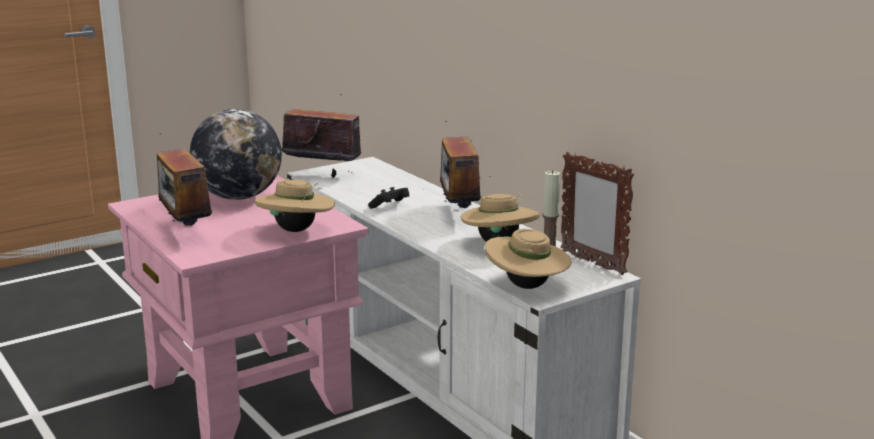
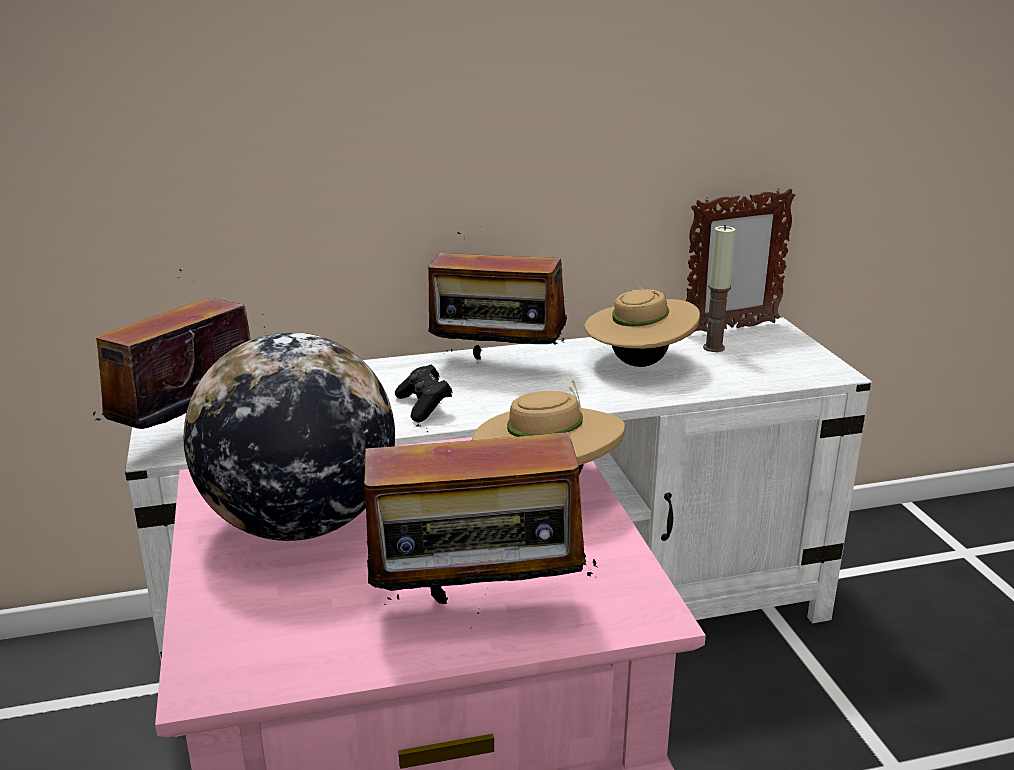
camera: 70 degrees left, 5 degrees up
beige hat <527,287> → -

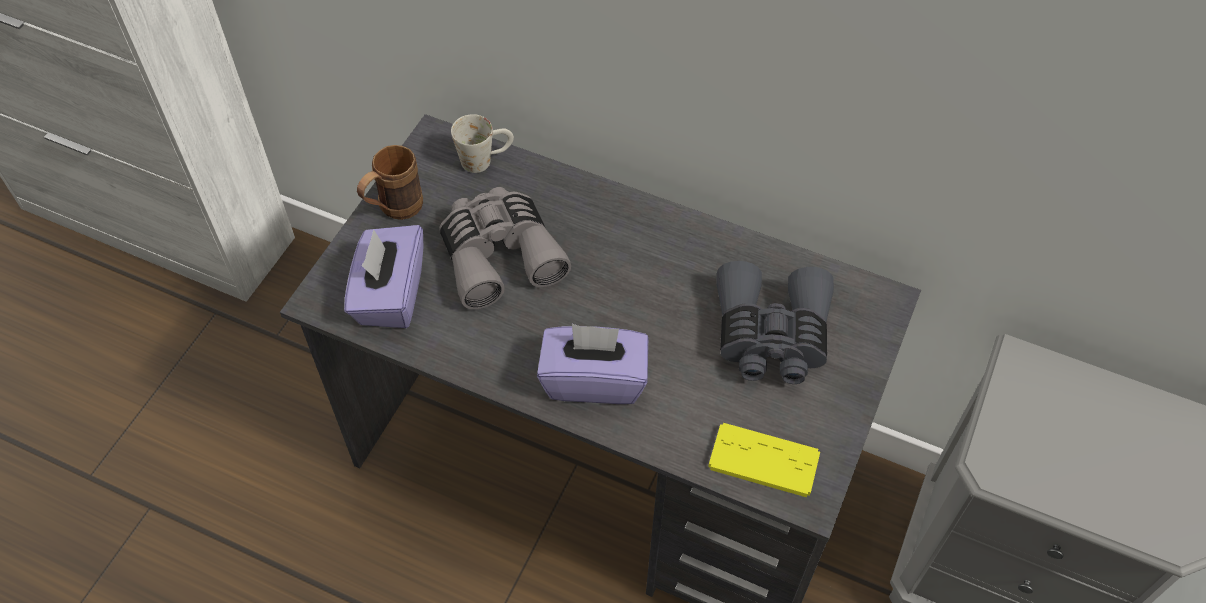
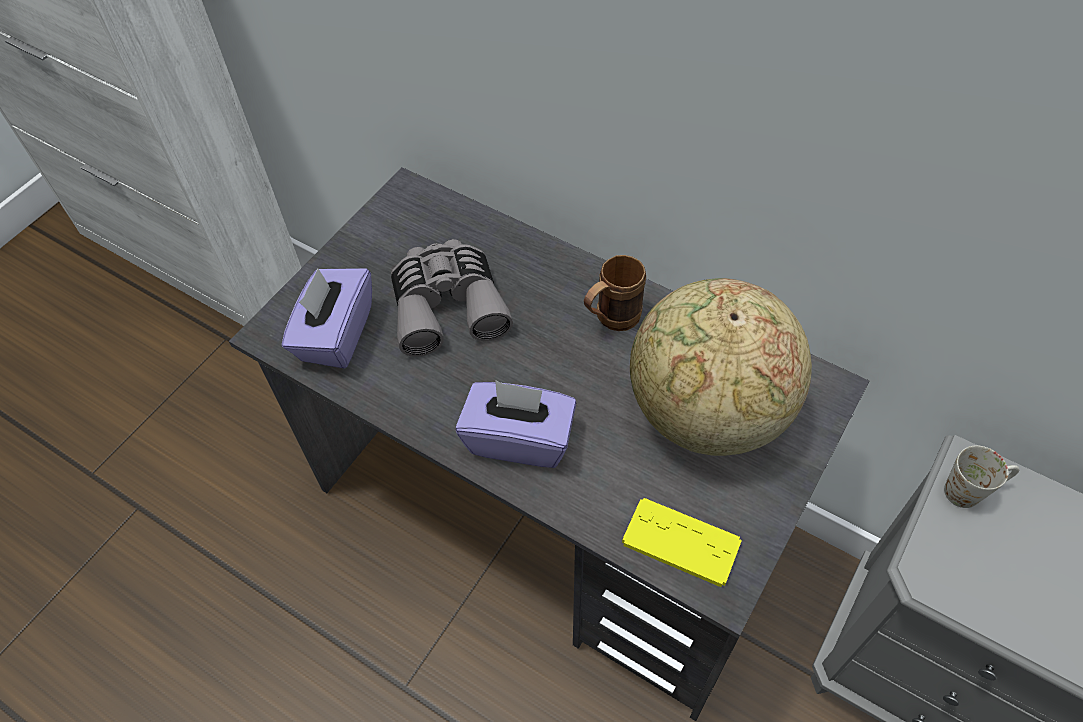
camera: 10 degrees right, 0 degrees up
white mug <485,159> → white mug <972,490>, move
brown mug <393,210> → brown mug <610,320>, move
grey binoculars <771,336> → globe <706,412>

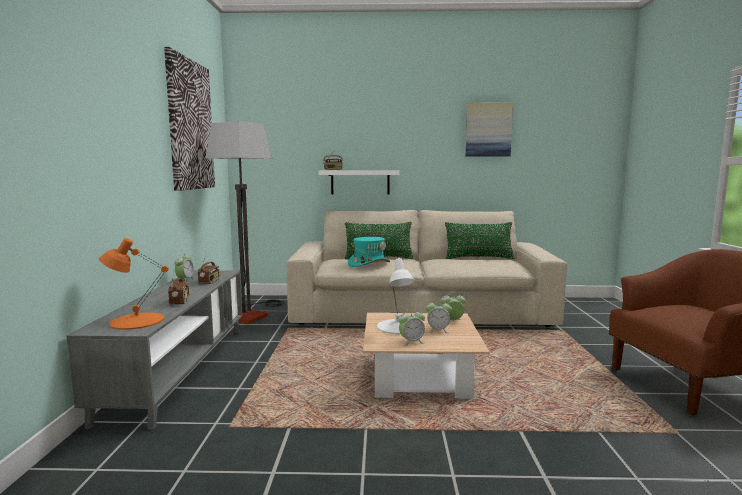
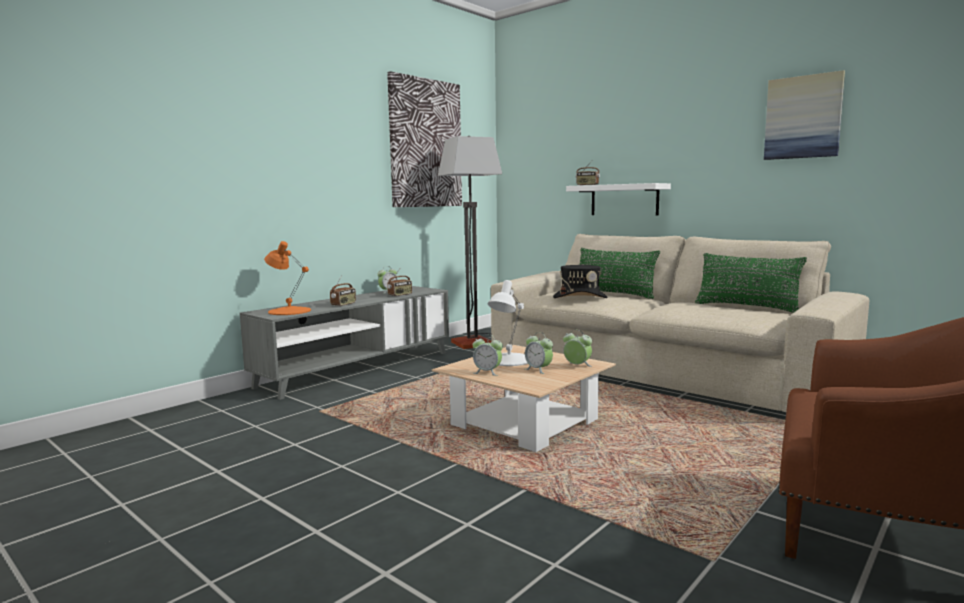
camera: 40 degrees right, 0 degrees up
turquoise hat <369,264> → black hat <580,297>

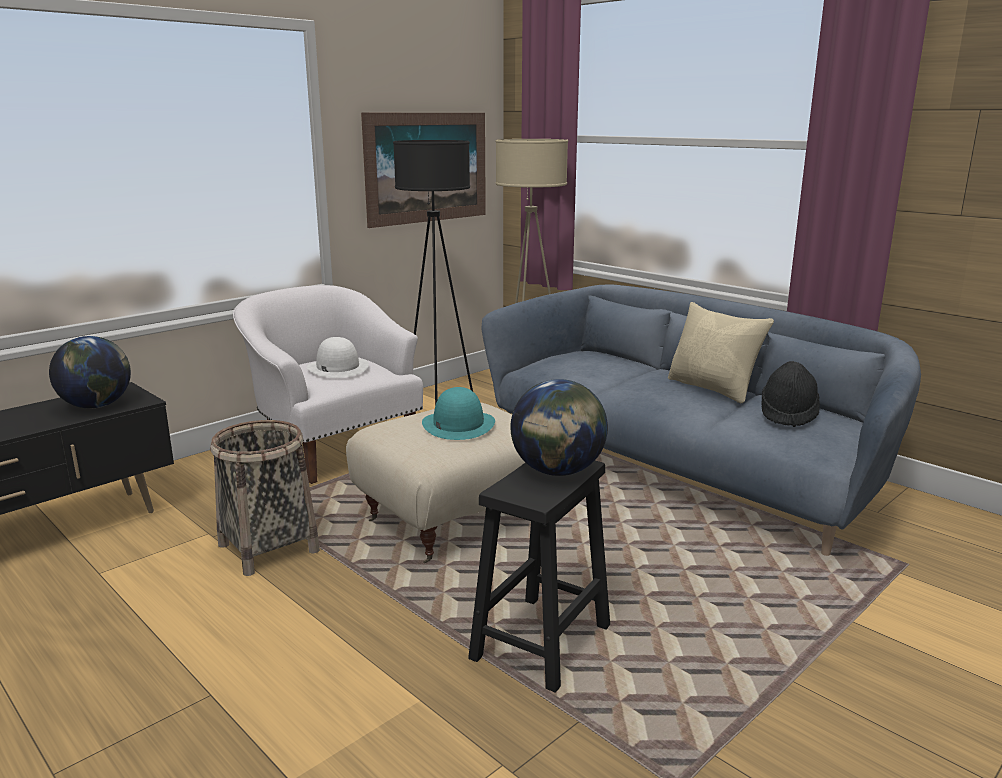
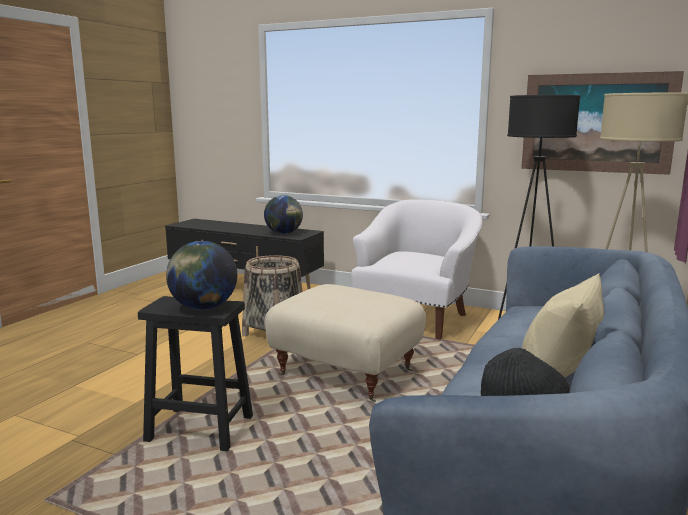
camera: 70 degrees right, 5 degrees down
white hat <337,368> → -
turquoise hat <458,424> → -

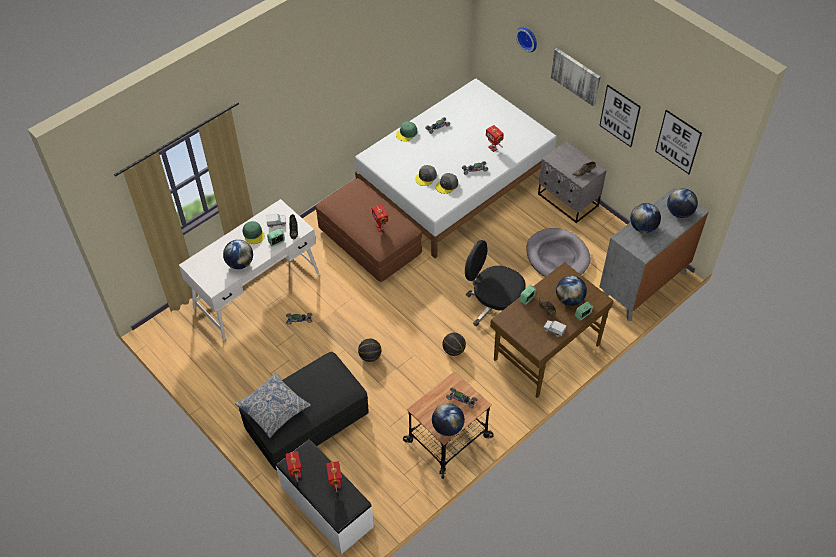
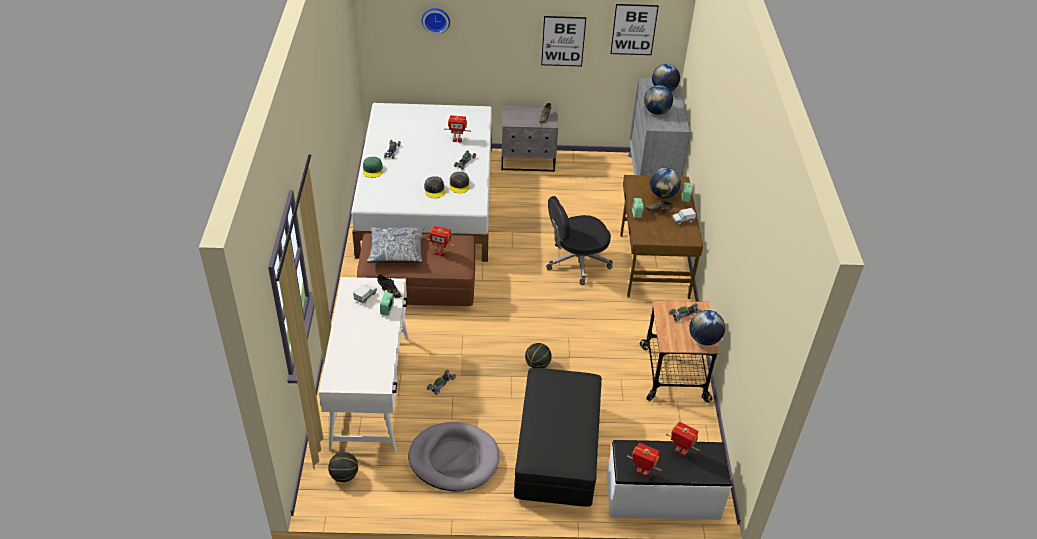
camera: 50 degrees left, 10 degrees down
picture <576,76> → -
green cap <253,234> → -
grey dog bed <557,256> → grey dog bed <454,459>, move
globe <240,263> → -
basketball <453,350> → basketball <344,475>, move
pillow <273,408> → pillow <396,250>, move

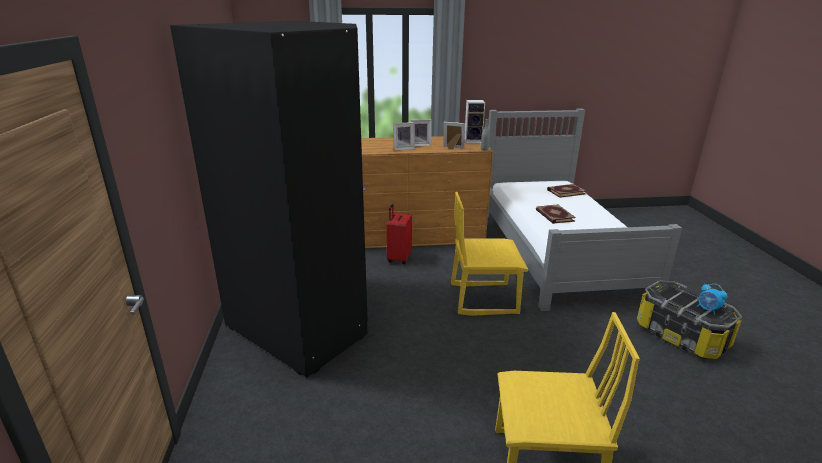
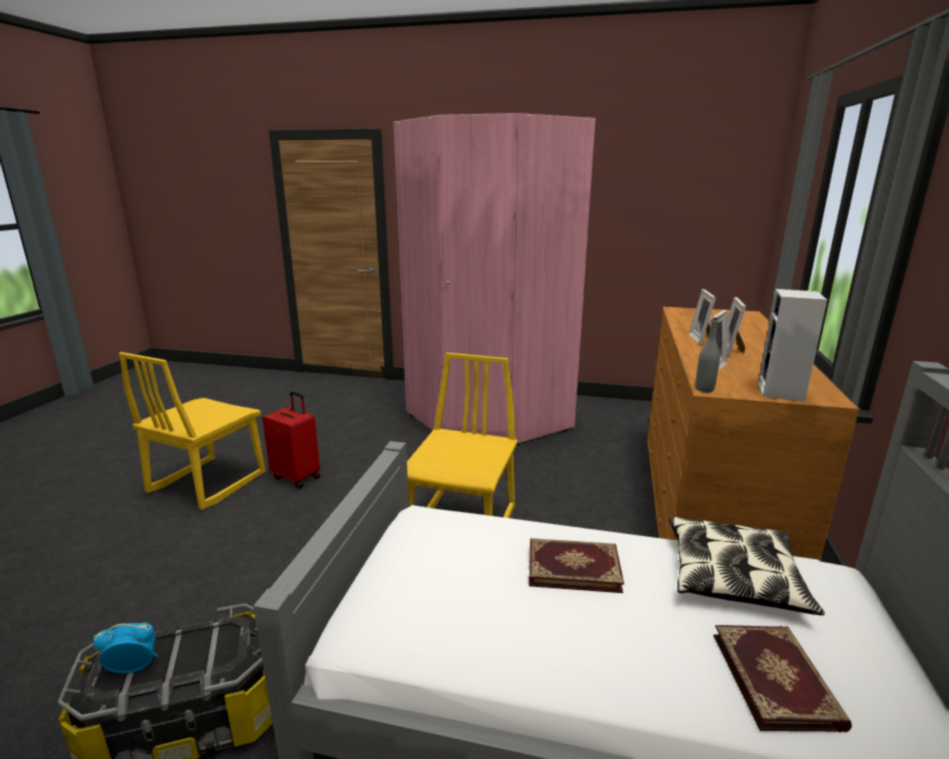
camera: 110 degrees right, 5 degrees down
black wardrobe <308,320> → pink wardrobe <488,418>
red suitcase <398,258> → red suitcase <297,477>, move
- → pillow <734,576>

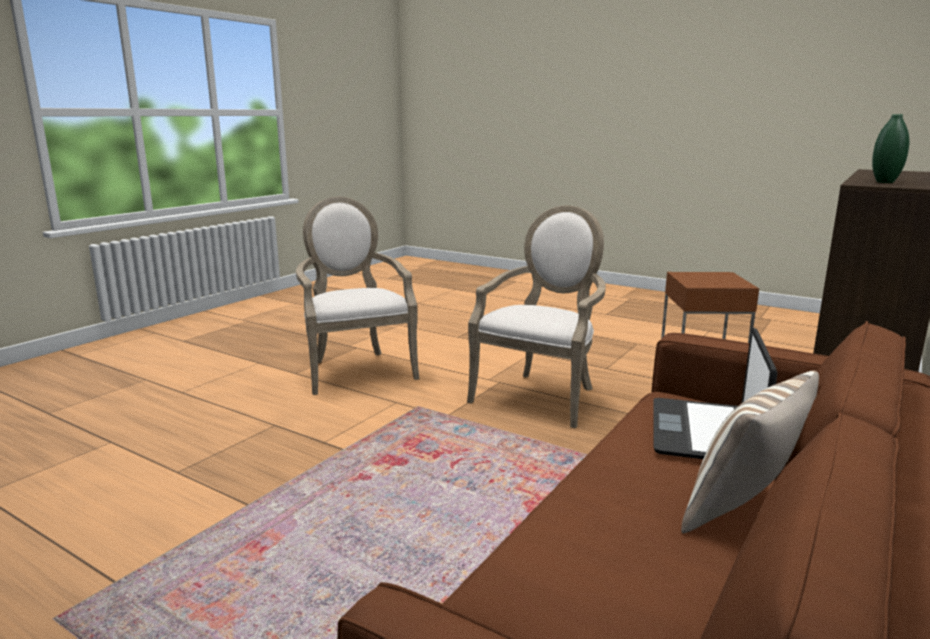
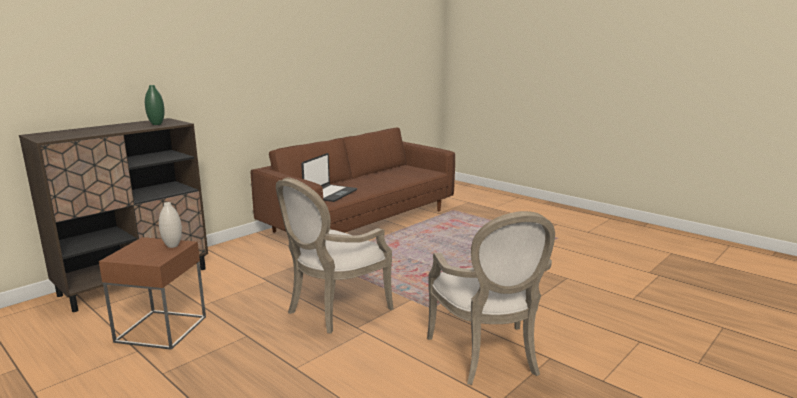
camera: 170 degrees left, 0 degrees up
pillow <743,513> → -
- → white vase <172,246>

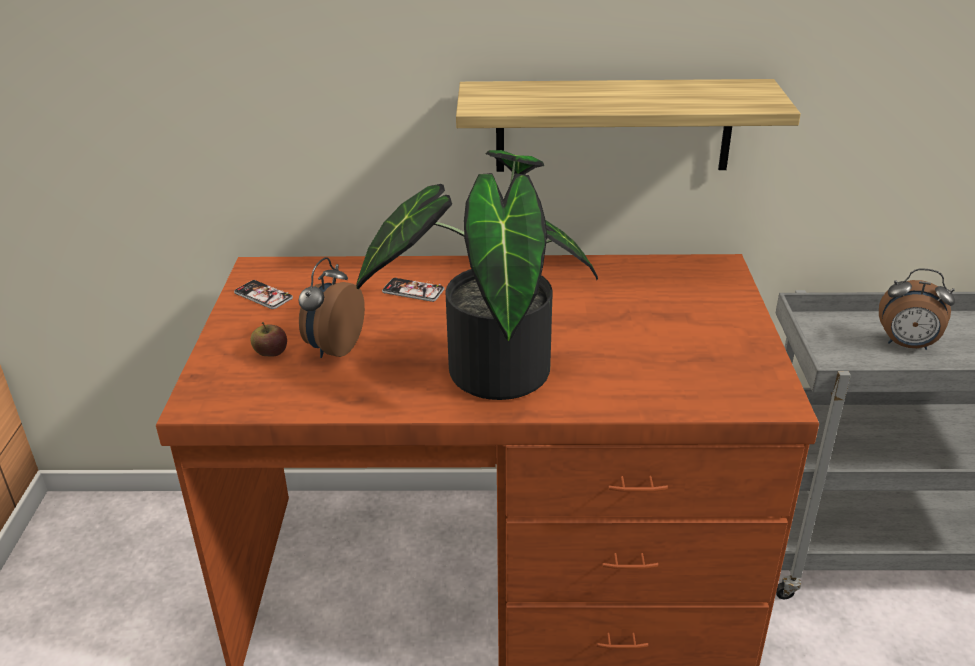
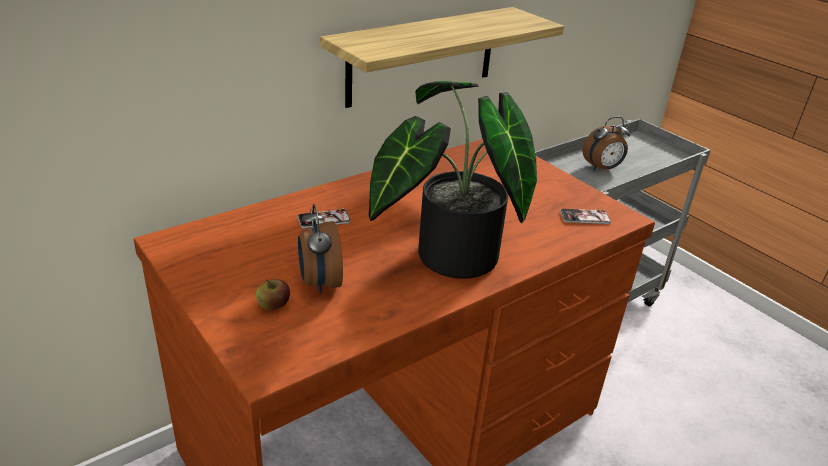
camera: 40 degrees left, 0 degrees up
phone <263,295> → phone <584,217>, move

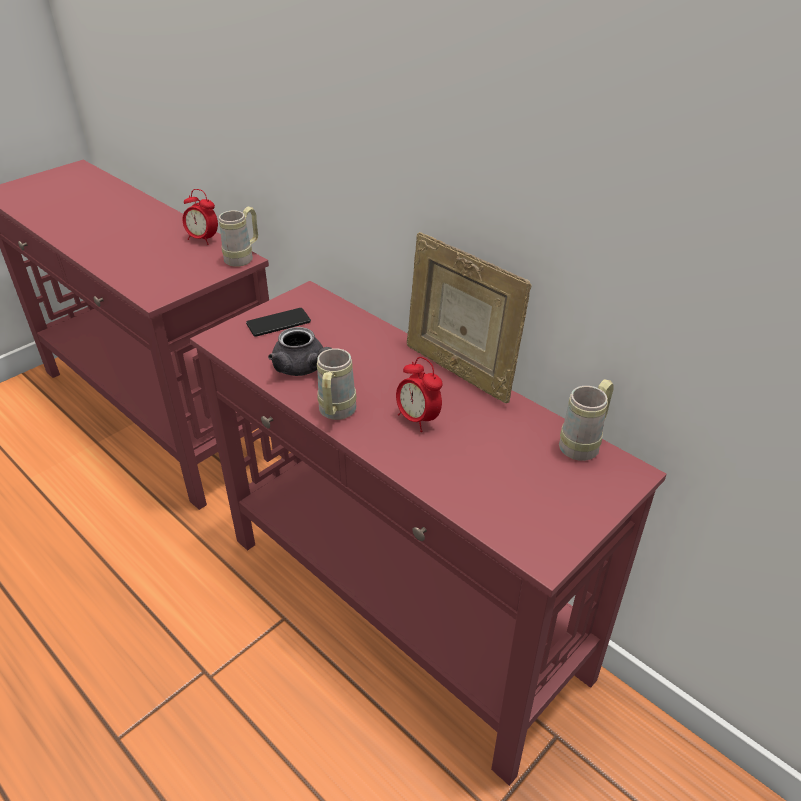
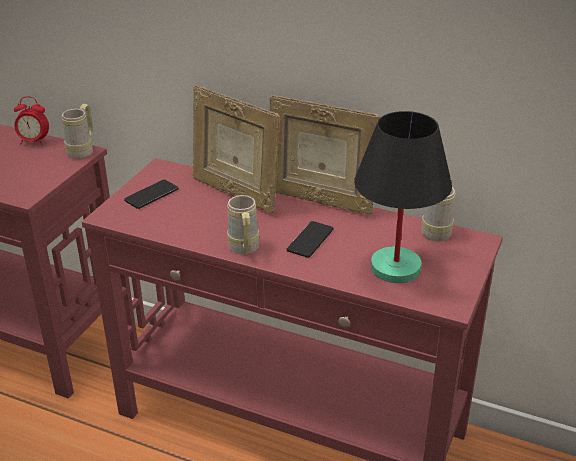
camera: 20 degrees left, 5 degrees down
grey teapot <303,368> → -
alarm clock <418,419> → phone <310,240>
- → picture frame <235,193>
- → black table lamp <395,268>

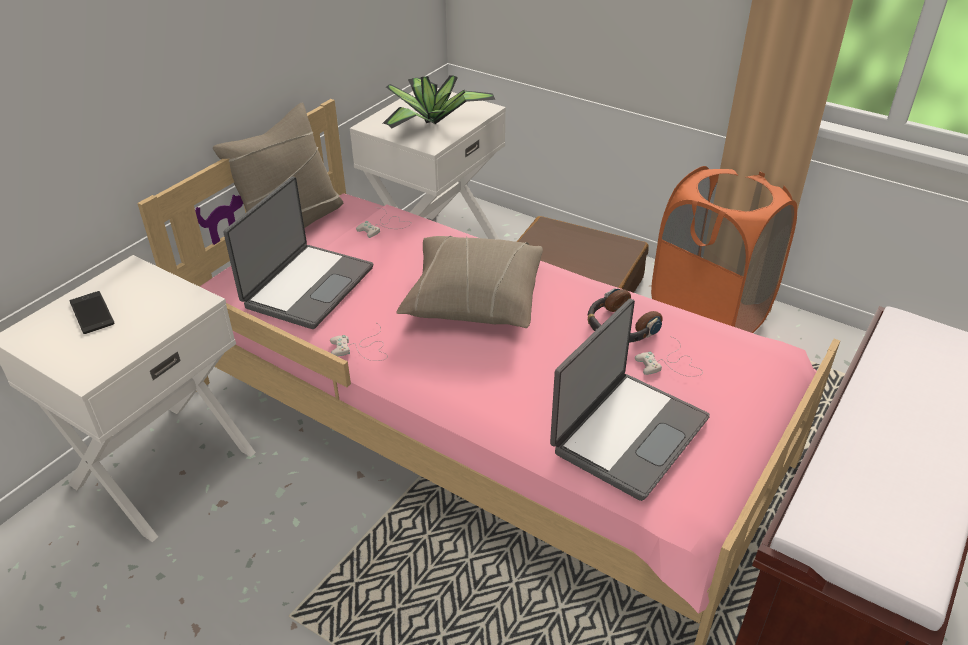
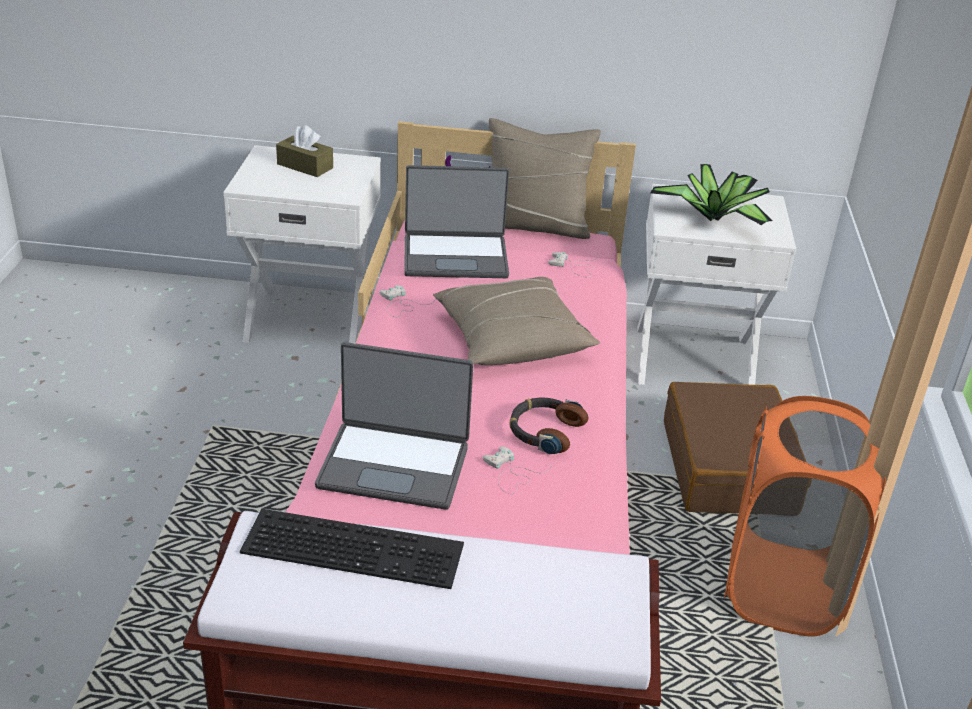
camera: 60 degrees right, 5 degrees down
phone <92,313> → brown tissue box <305,166>
- → keyboard <356,546>

